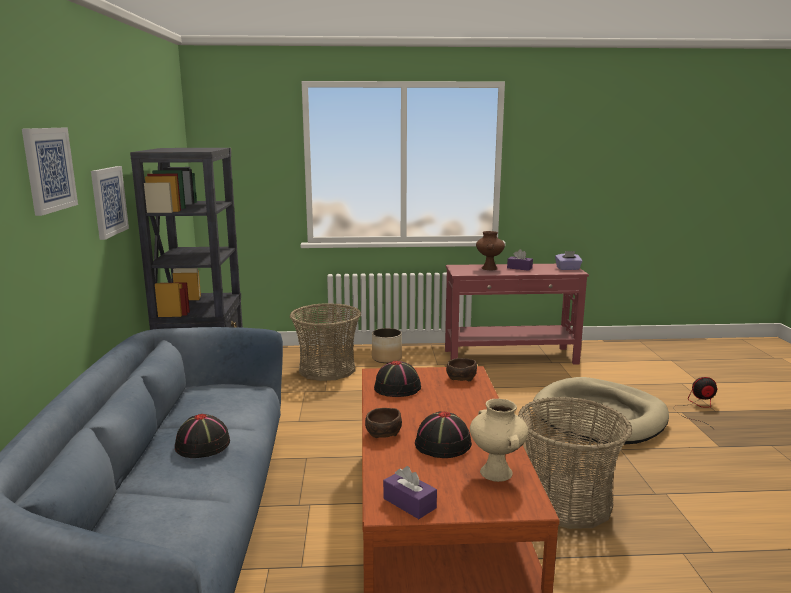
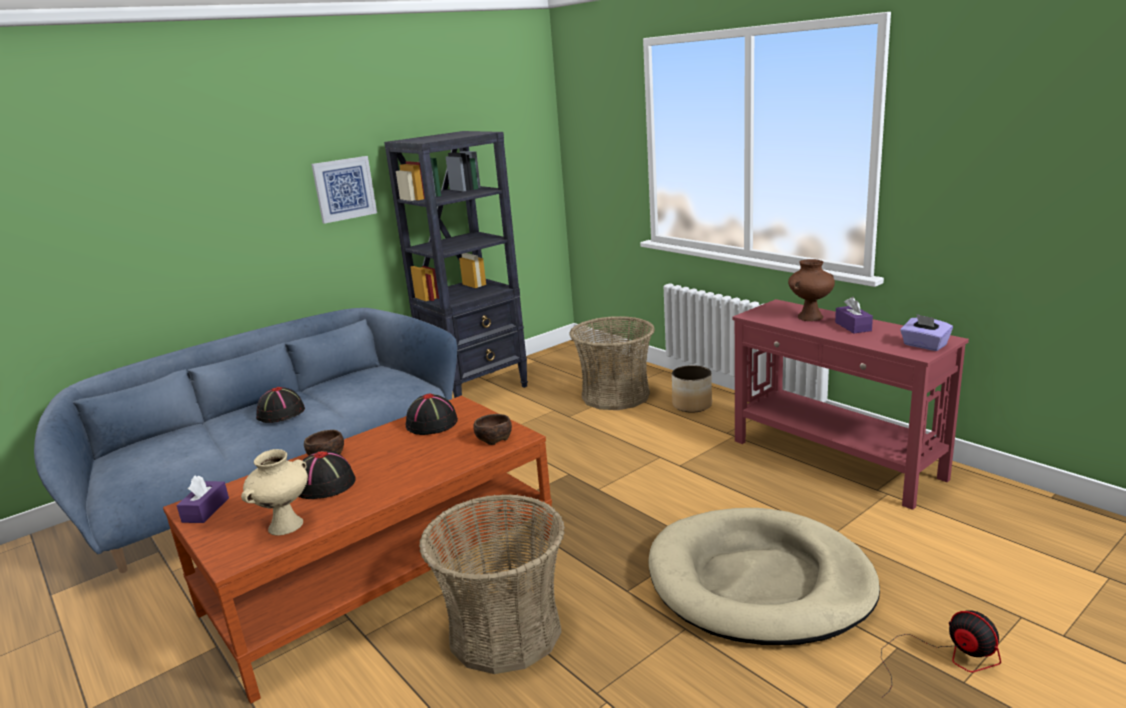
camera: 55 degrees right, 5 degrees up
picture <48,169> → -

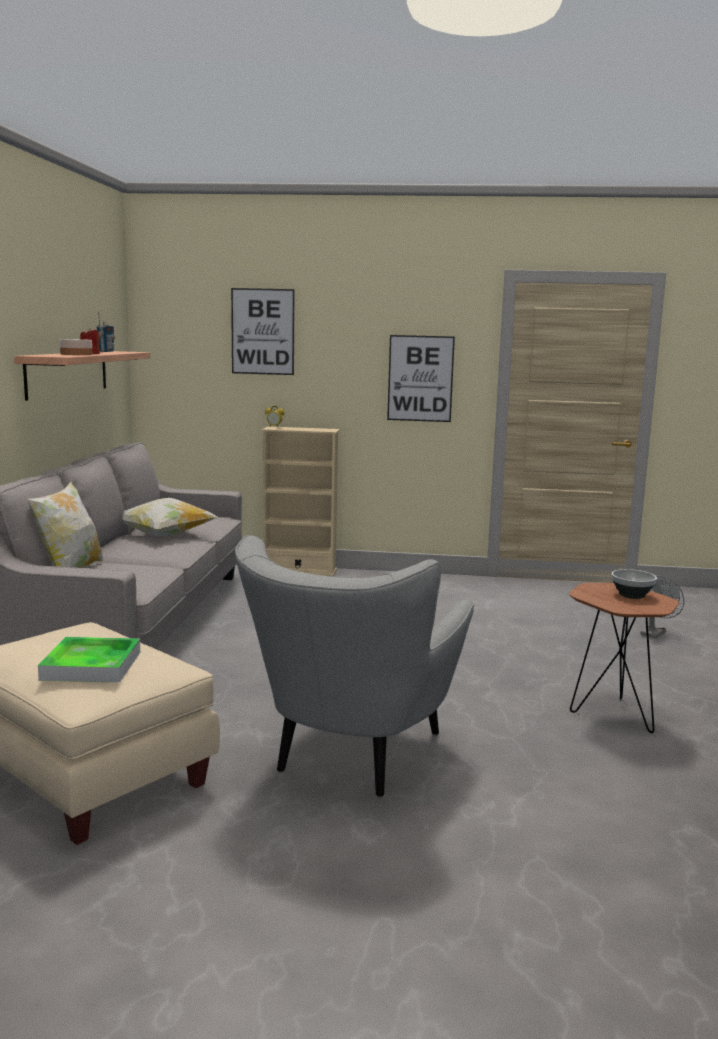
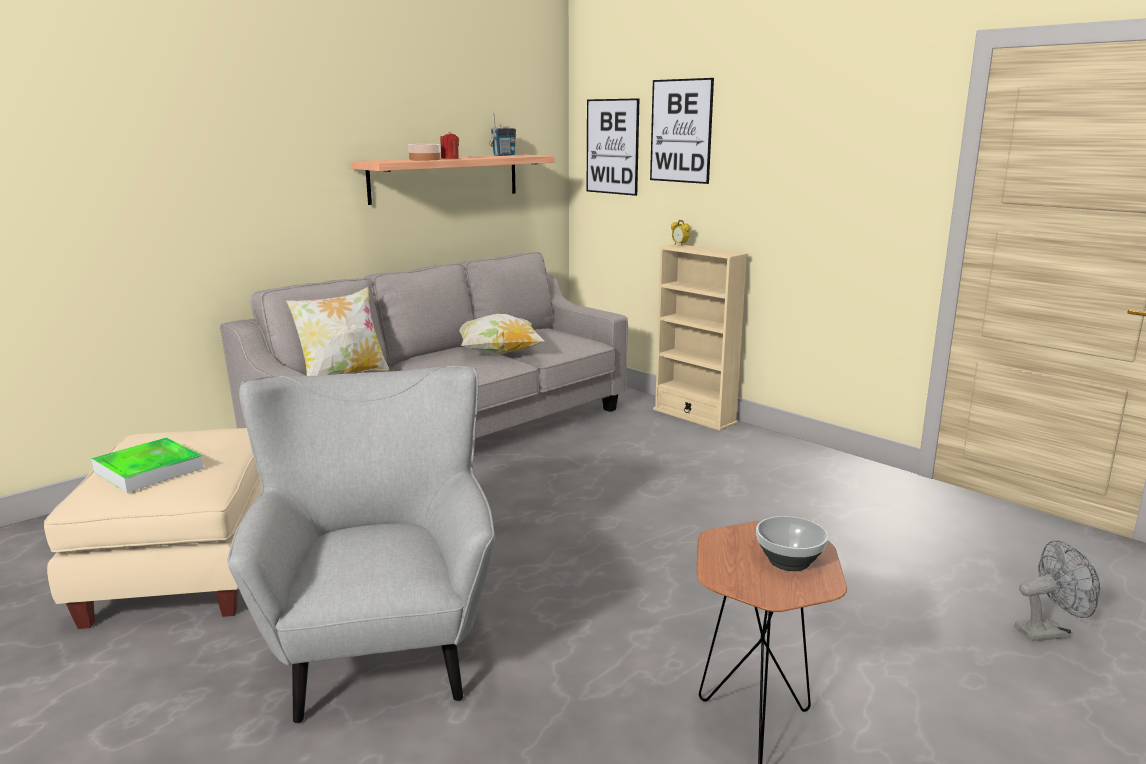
camera: 40 degrees right, 5 degrees up
picture <420,378> → picture <612,146>, move
grey armchair <352,757> → grey armchair <380,645>, 105 degrees clockwise

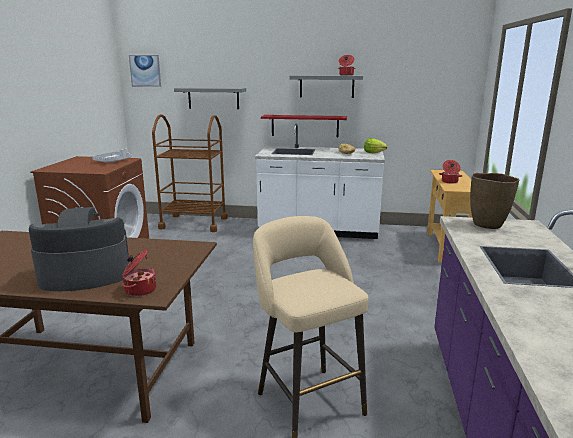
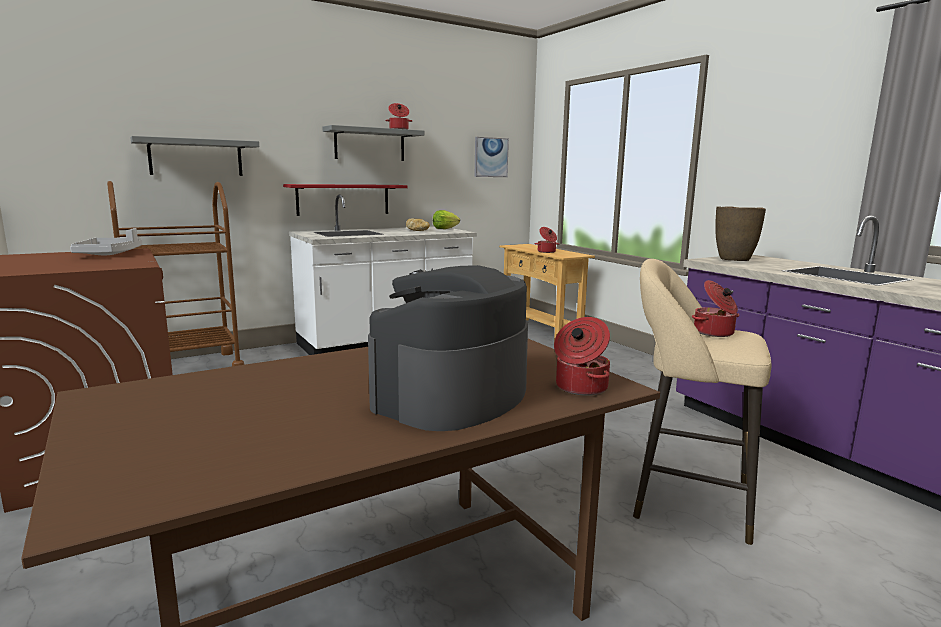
camera: 40 degrees left, 5 degrees down
picture <145,70> → picture <490,157>, move
- → cooking pot <714,333>

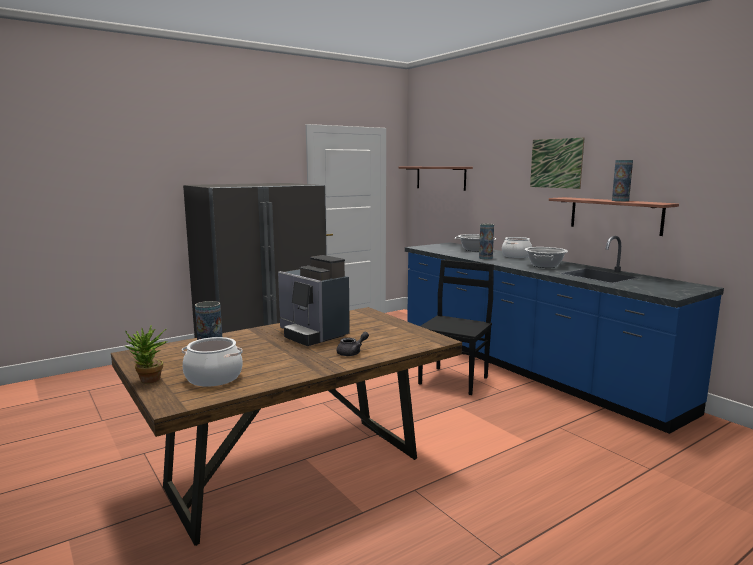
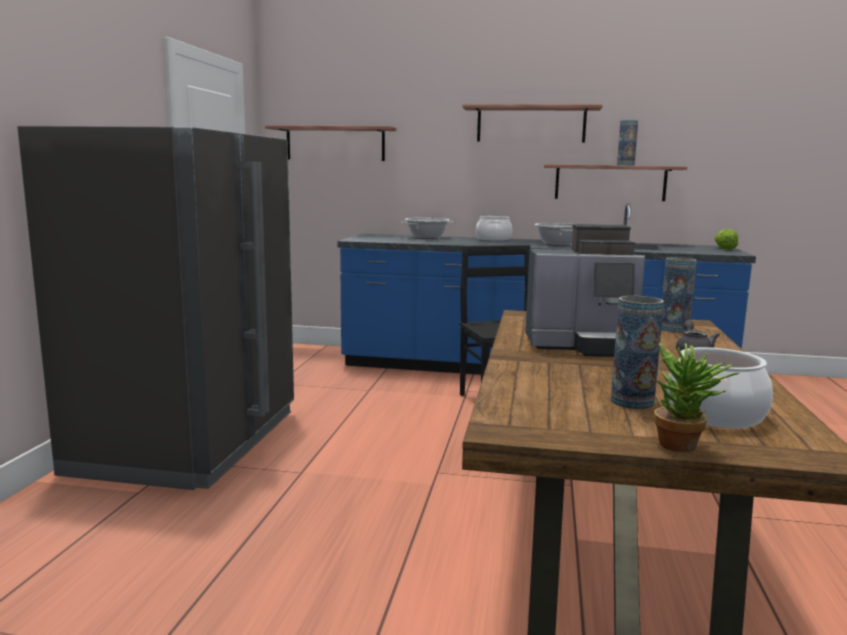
camera: 45 degrees left, 0 degrees up
picture <556,163> → shelf <531,124>
vase <485,258> → vase <674,329>, move
- → lettuce <724,248>

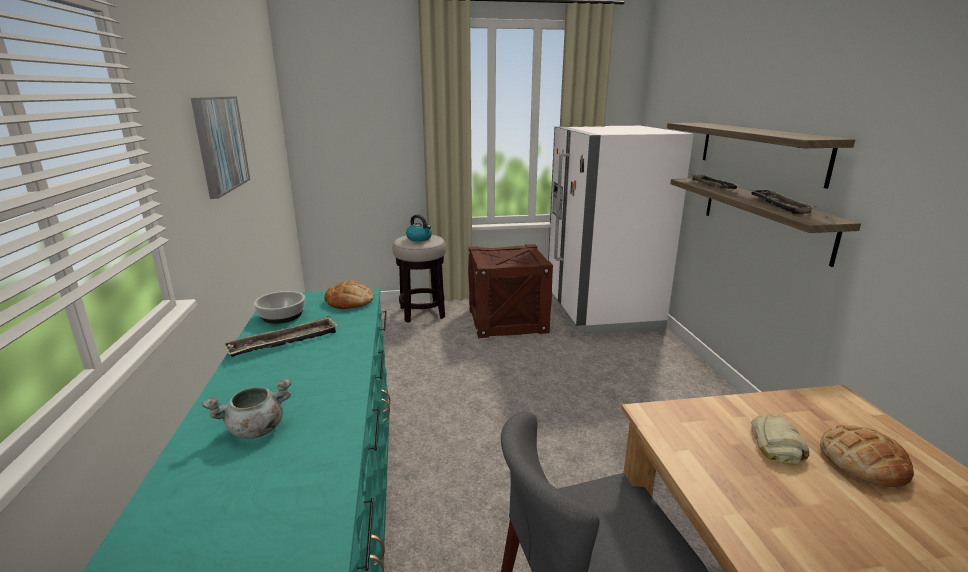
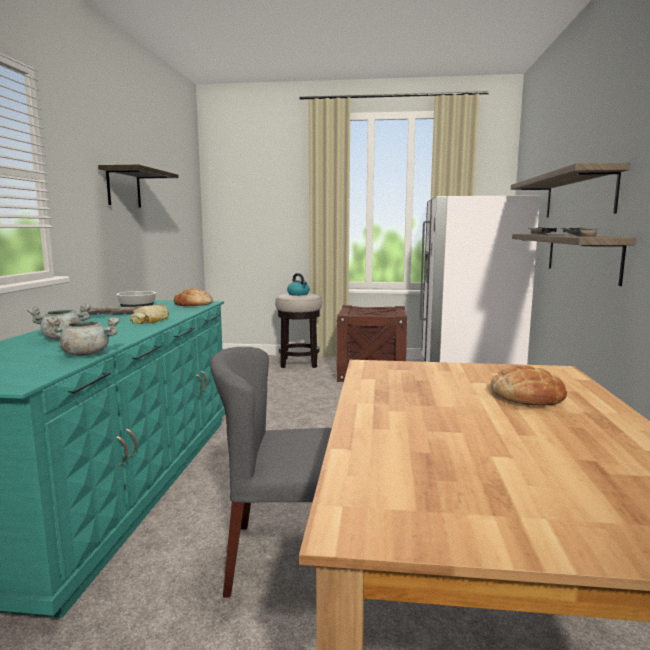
camera: 15 degrees right, 10 degrees down
picture <220,144> → shelf <123,188>
bread <777,444> → bread <151,320>, move
- → grey cooking pot <87,354>

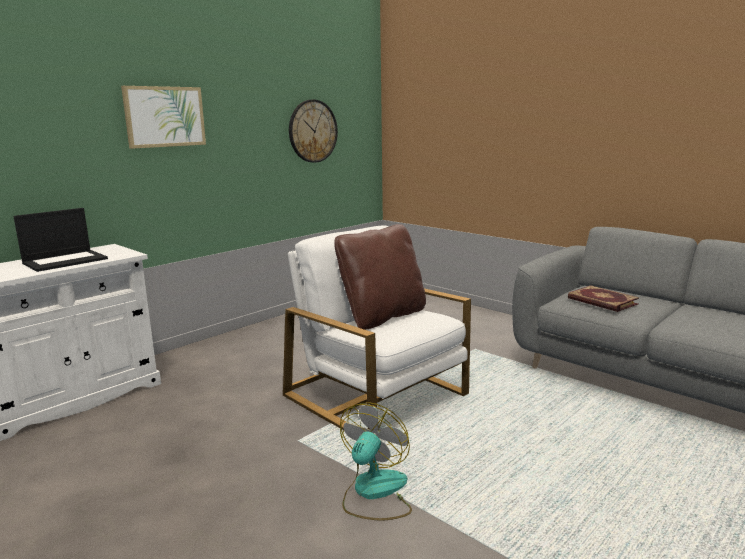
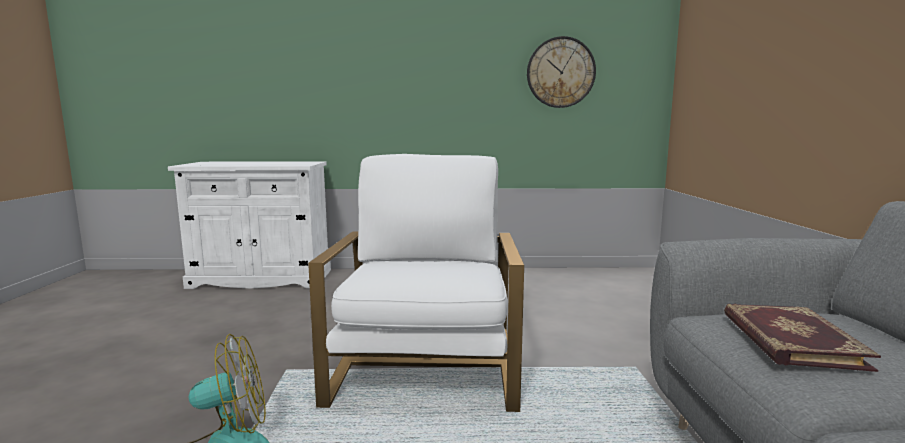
camera: 45 degrees right, 5 degrees down
picture <164,116> → -
laptop <65,261> → -
brown pillow <382,317> → -

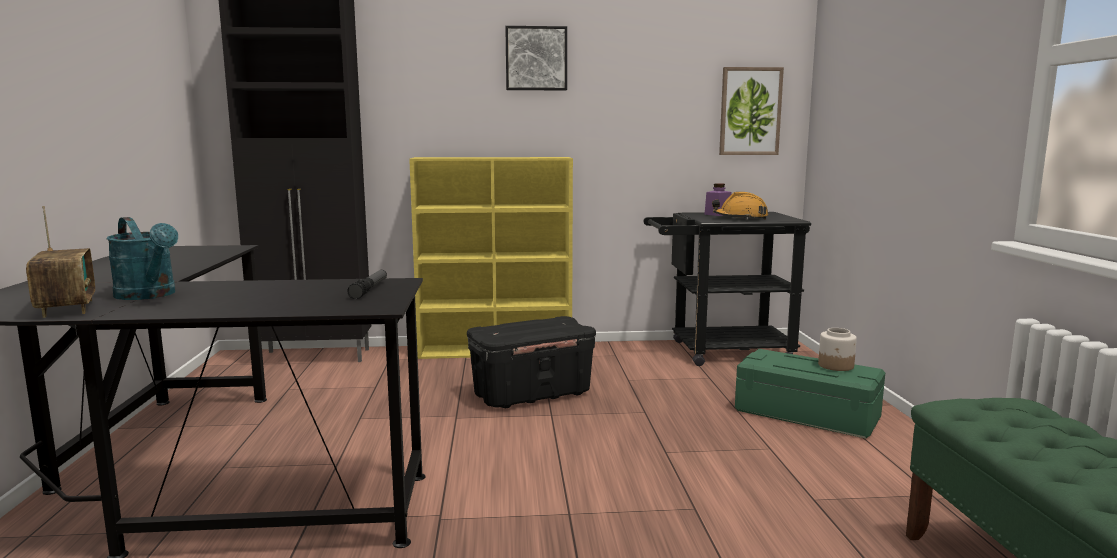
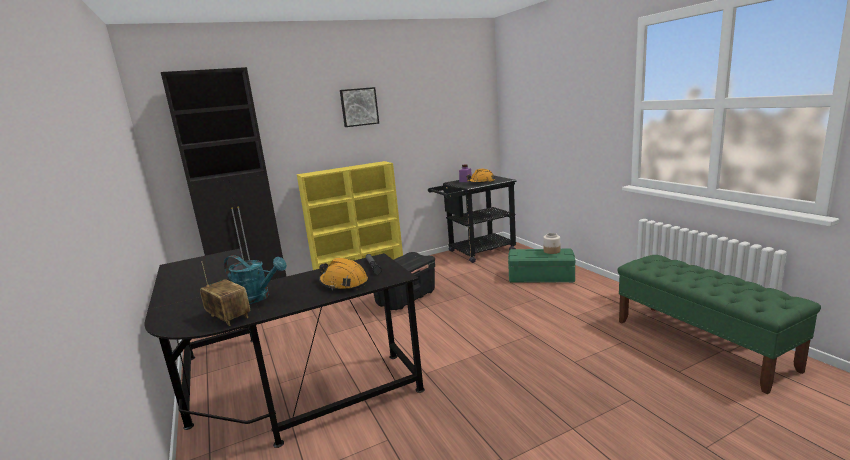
camera: 20 degrees left, 5 degrees up
picture <750,111> → -
- → orange hard hat <343,283>

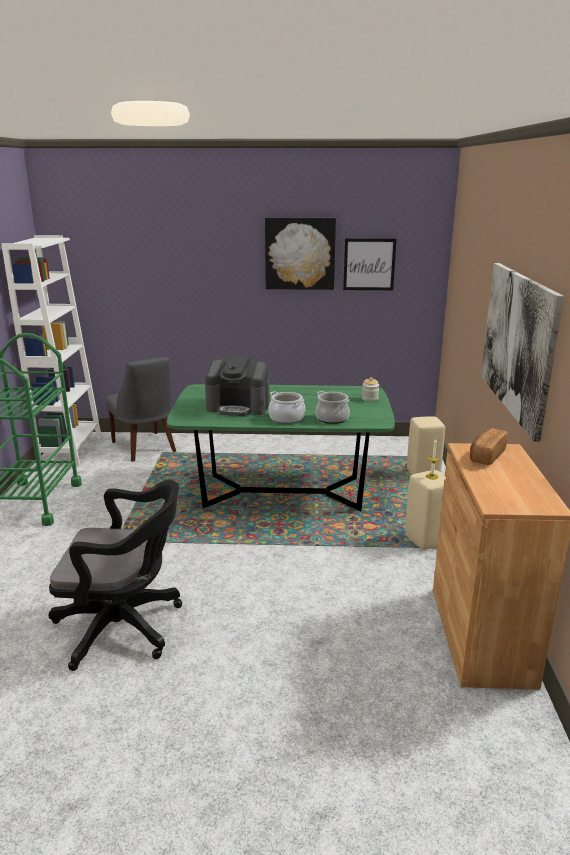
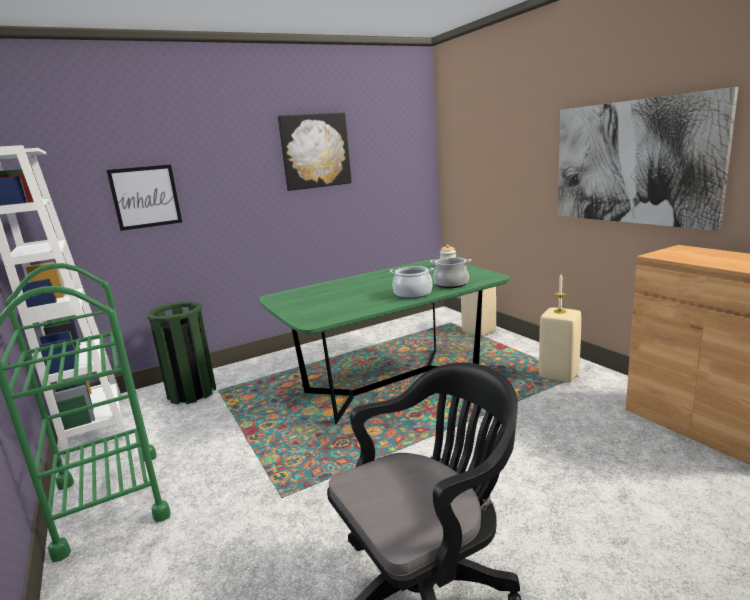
camera: 30 degrees left, 5 degrees down
picture <369,264> → picture <145,197>, move
coffee machine <238,407> → -
grey chair <145,448> → green trash can <192,392>
bread <486,456> → -

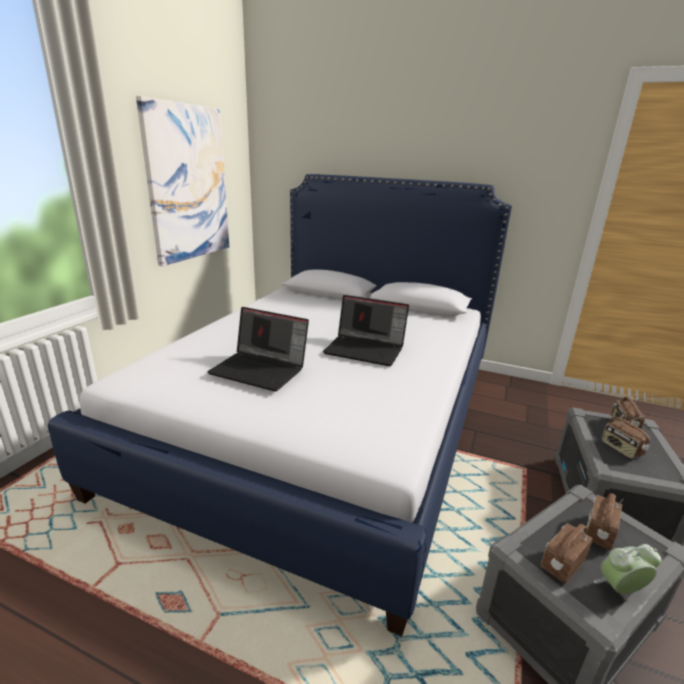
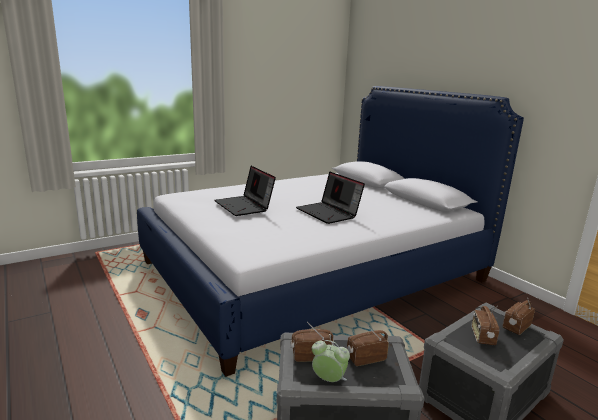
camera: 35 degrees right, 5 degrees down
picture <188,184> → -

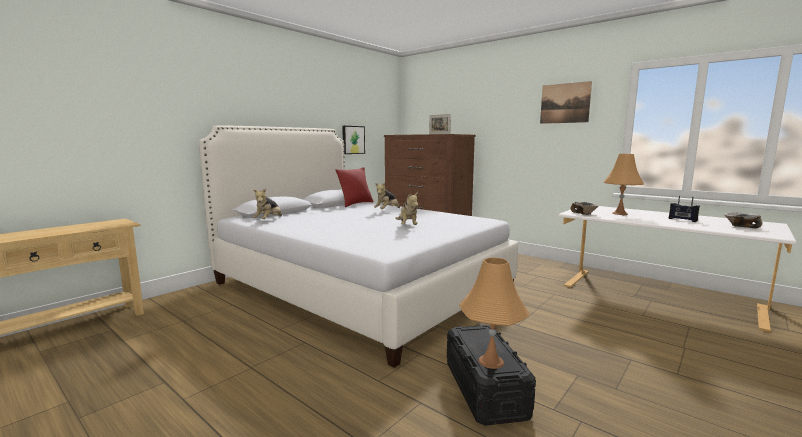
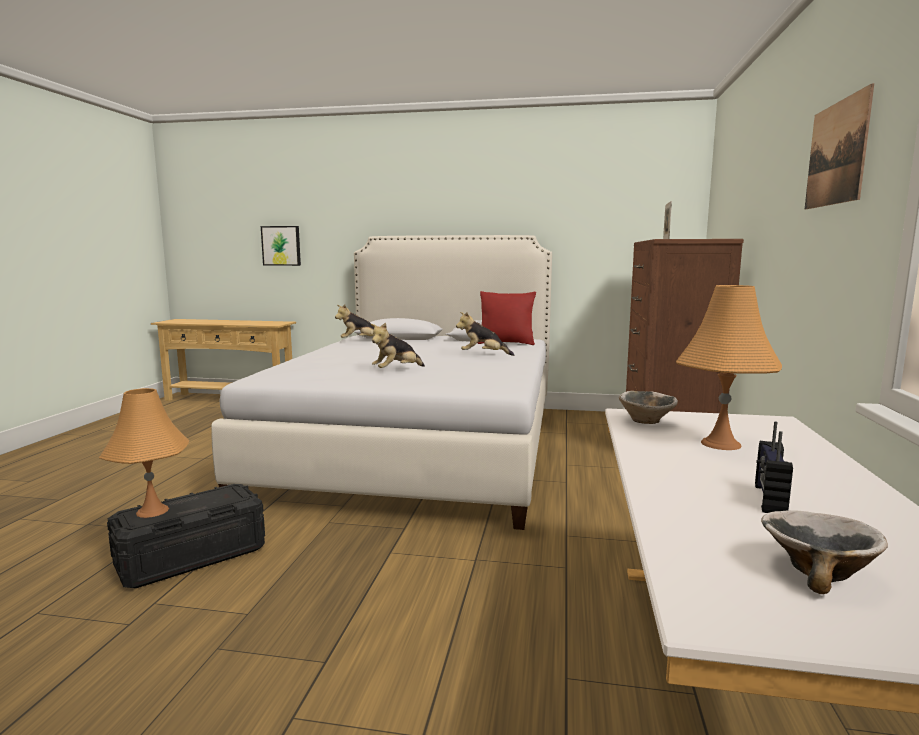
camera: 60 degrees right, 0 degrees up
picture <353,140> → picture <281,245>, move

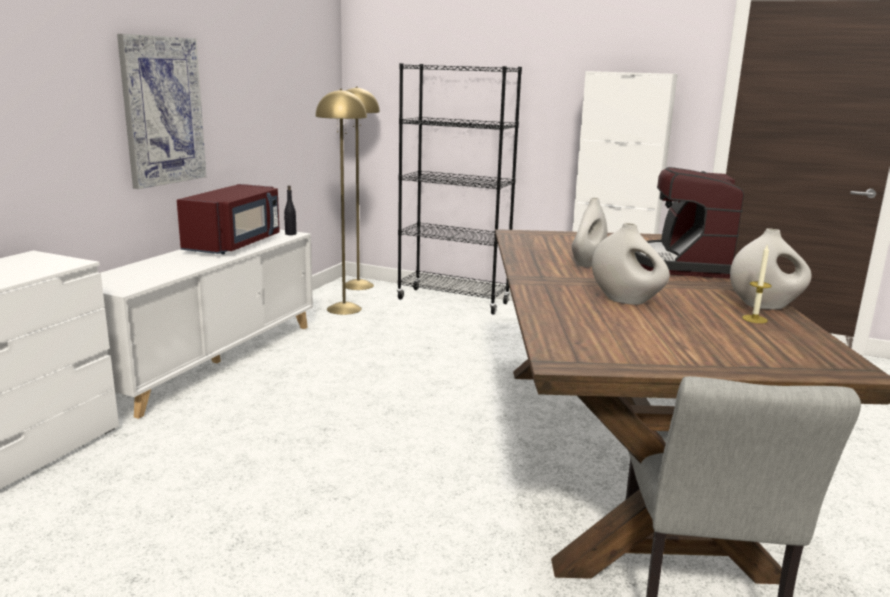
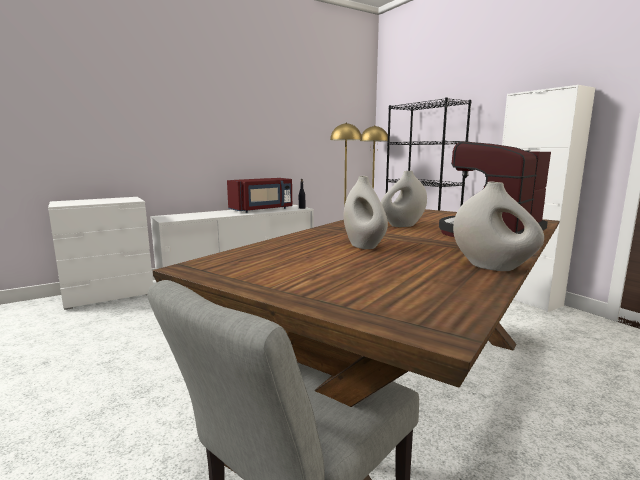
camera: 35 degrees right, 5 degrees down
picture <162,111> → -
candle <754,319> → -

